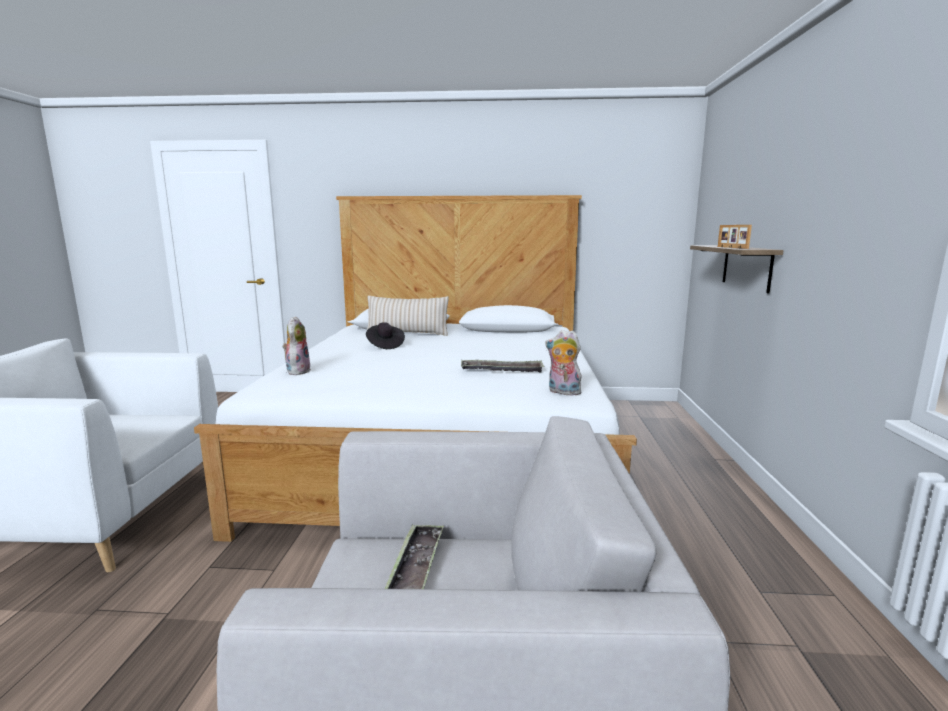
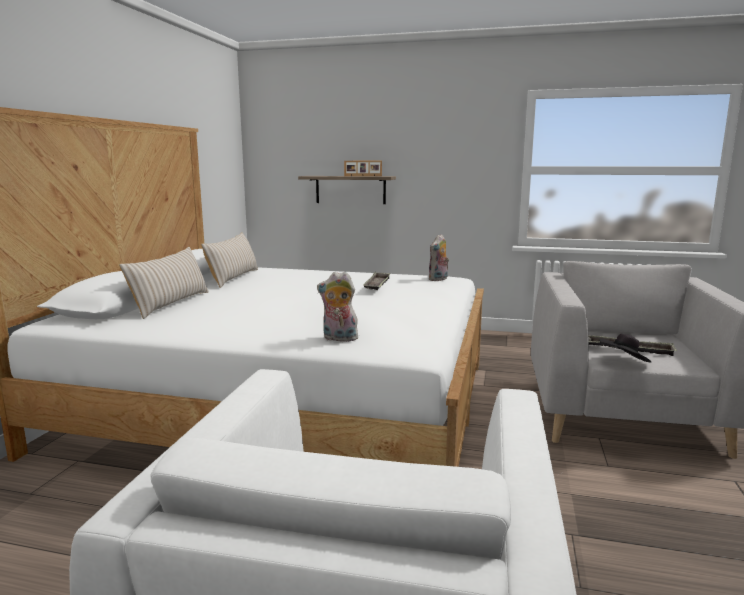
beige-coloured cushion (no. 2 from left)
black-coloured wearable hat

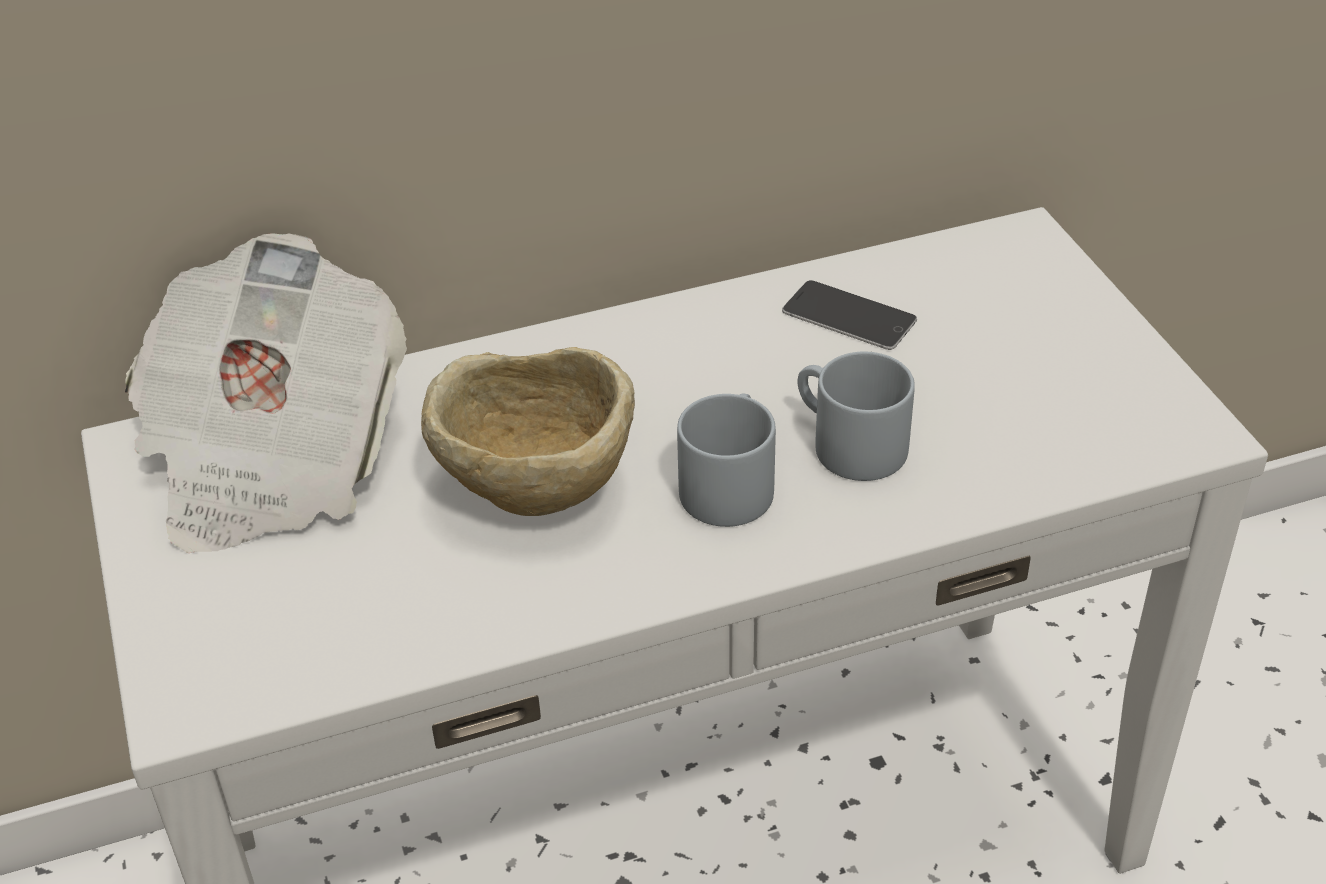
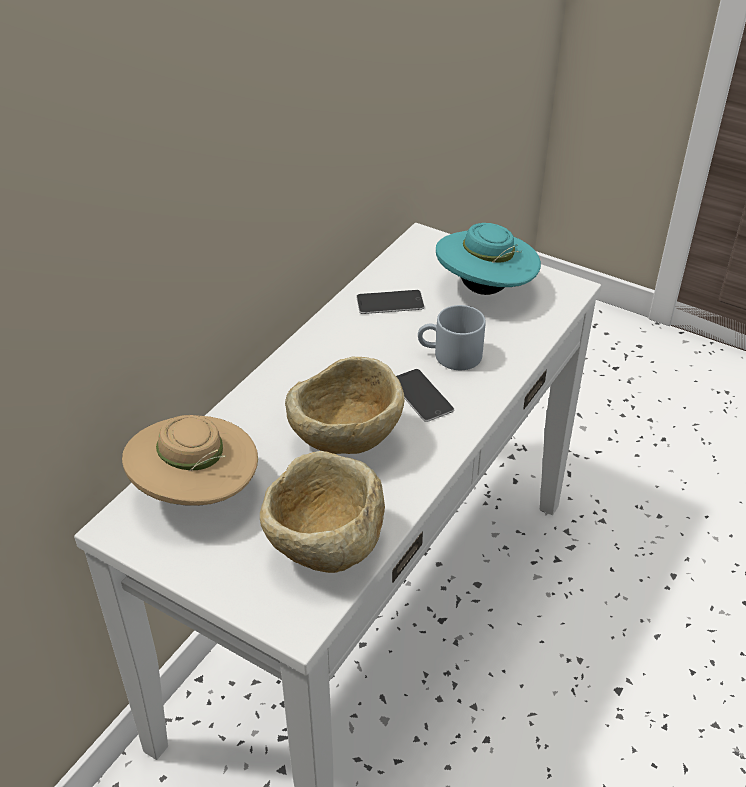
beige-coloured serving bowl (no. 1 from left)
turquoise wearable hat
beige-coloured wearable hat
phone (no. 2 from left)

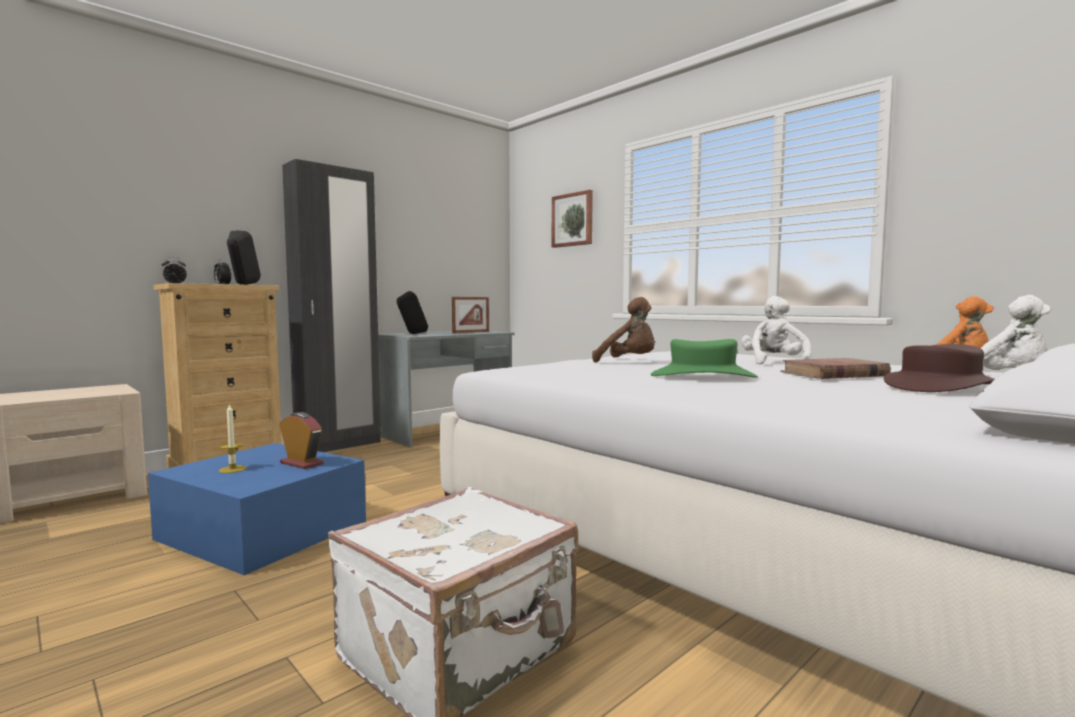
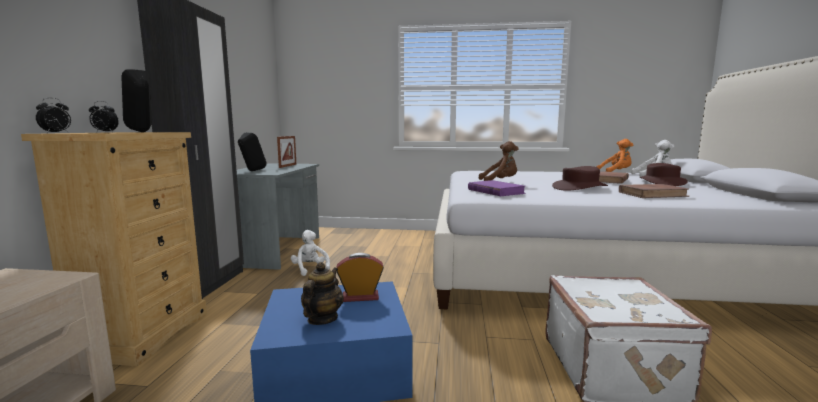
picture
purplish book
brownish book (no. 2 from left)
white soft toy (no. 1 from left)
teapot
brownish wearable hat (no. 1 from left)

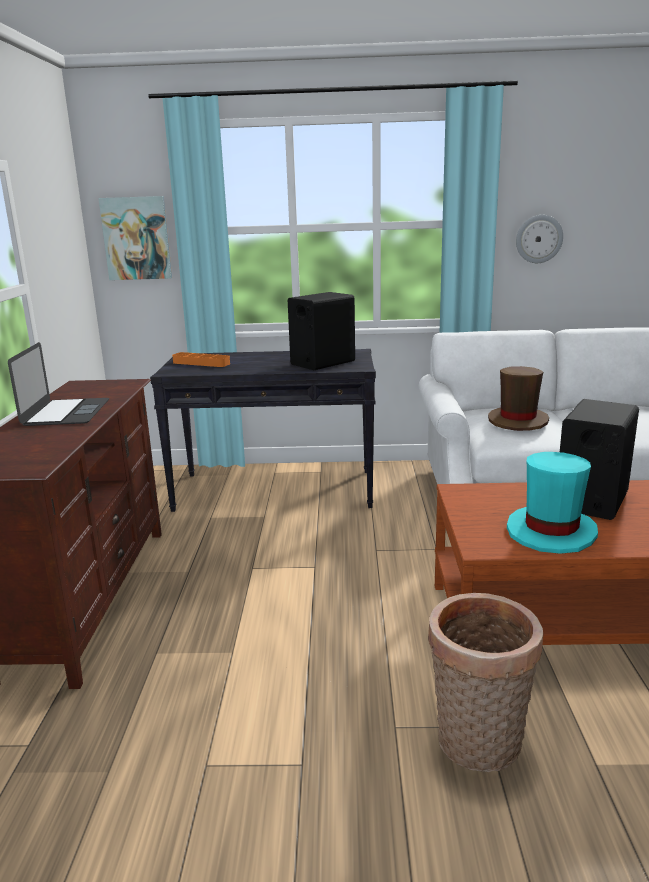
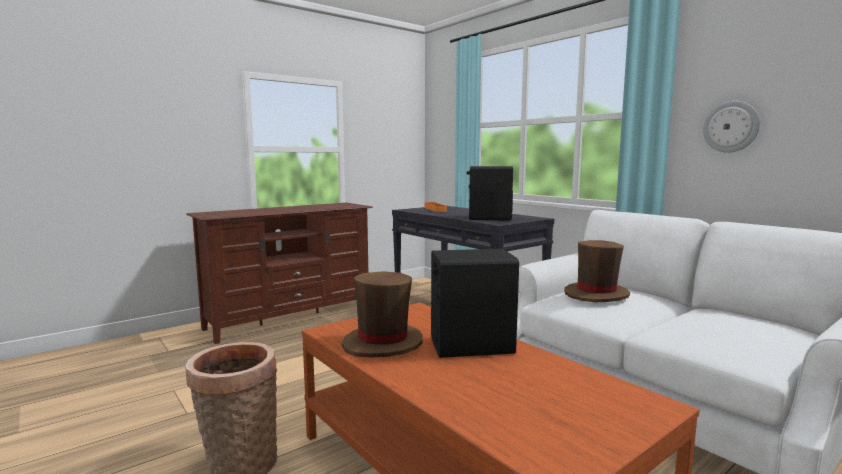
portable computer
picture
brownish wearable hat (no. 1 from left)

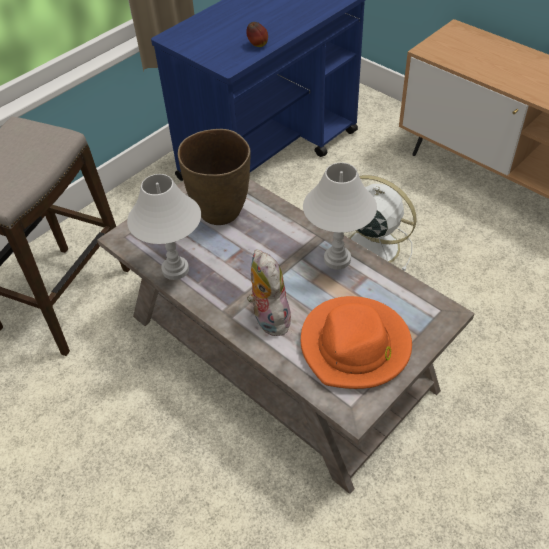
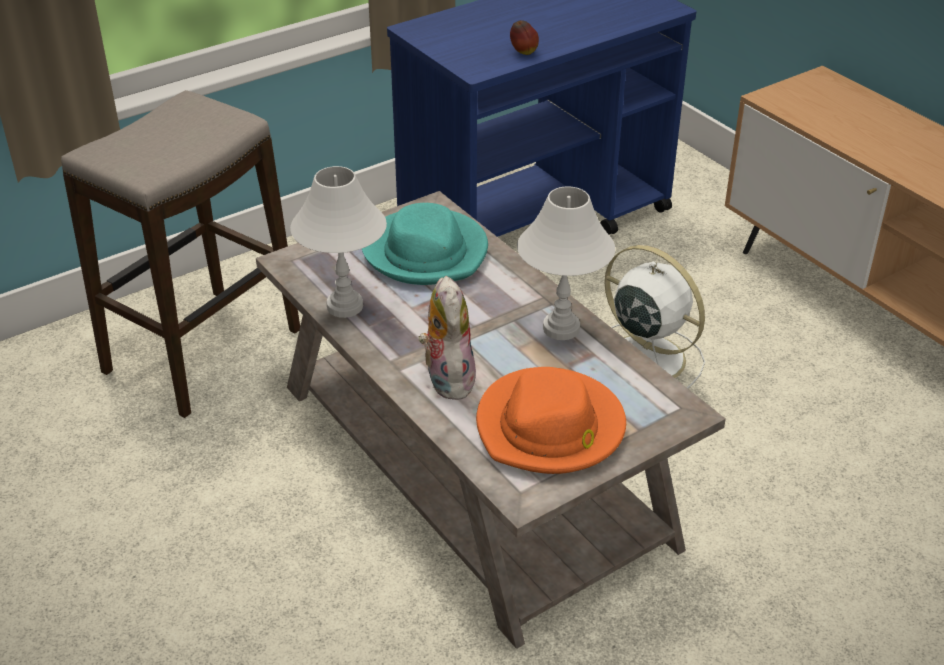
turquoise wearable hat

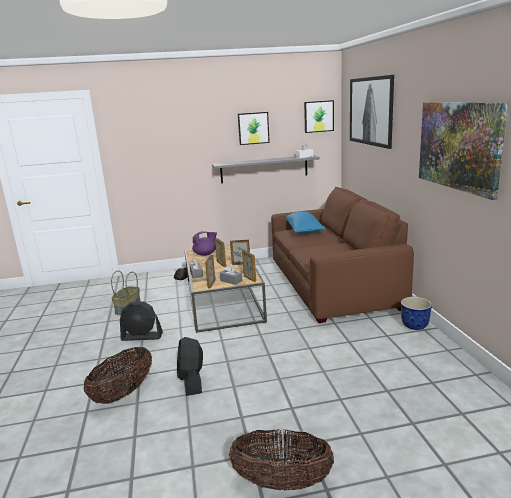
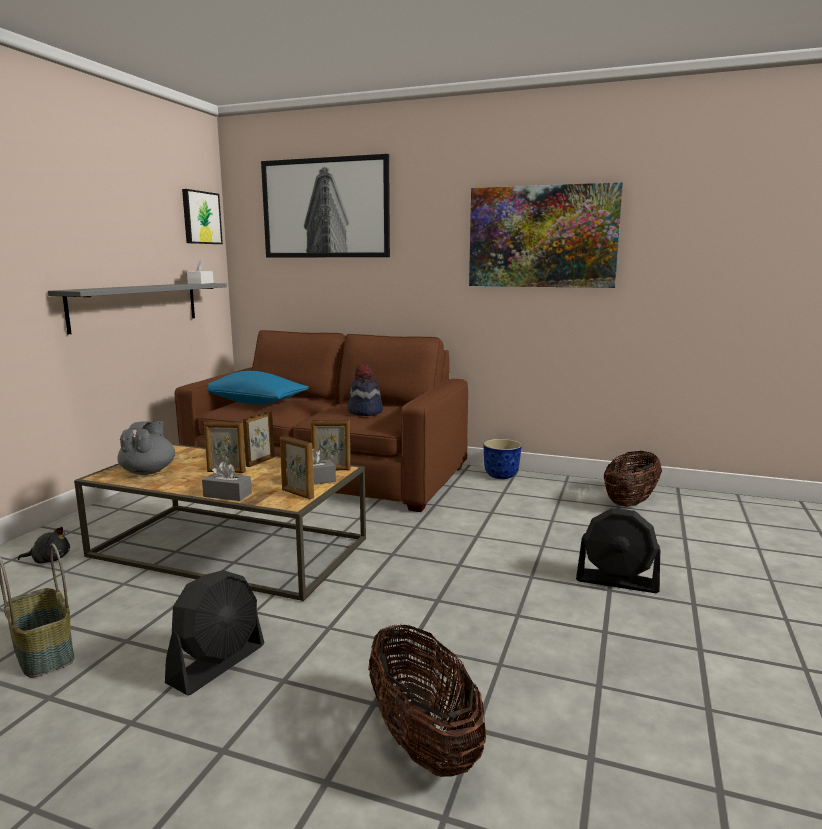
picture (no. 1 from left in the first image)
wearable hat
black-coloured cooling fan (no. 2 from left)
storage basket (no. 3 from left)
gray teapot

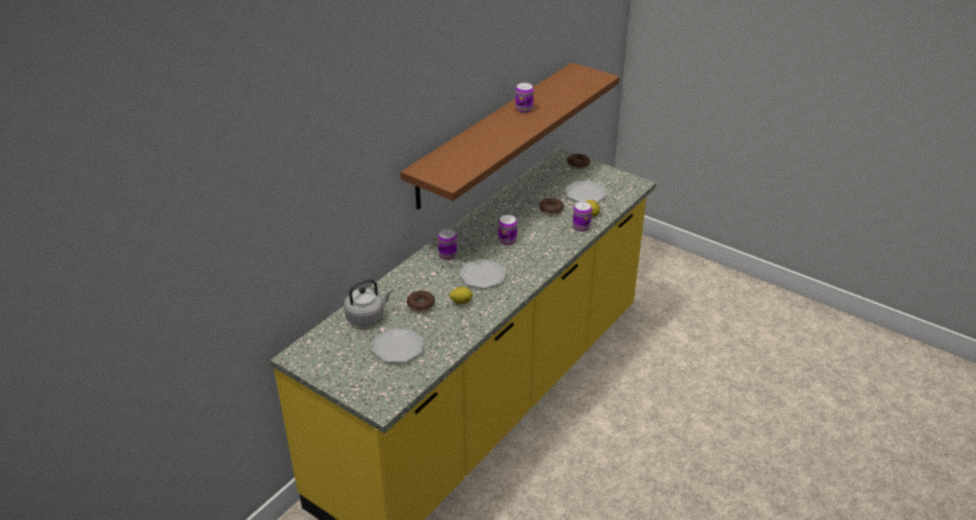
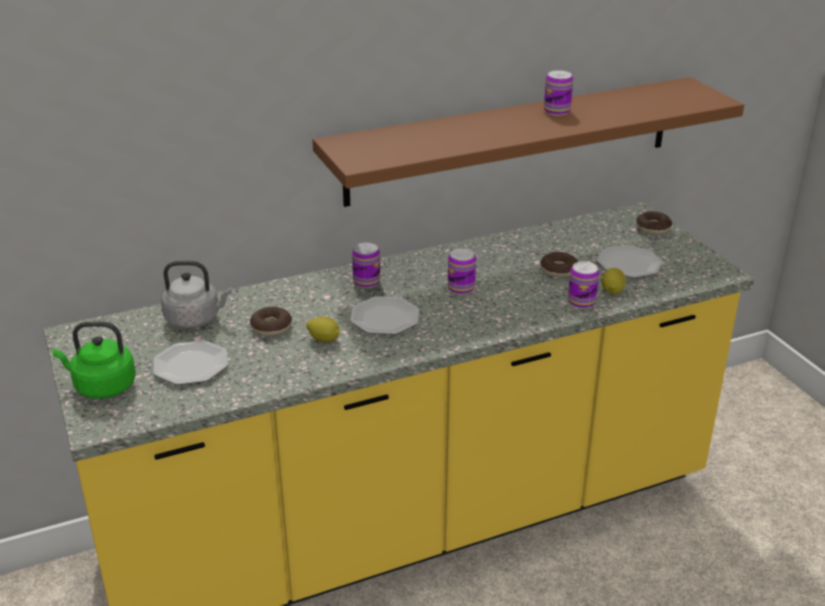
green kettle

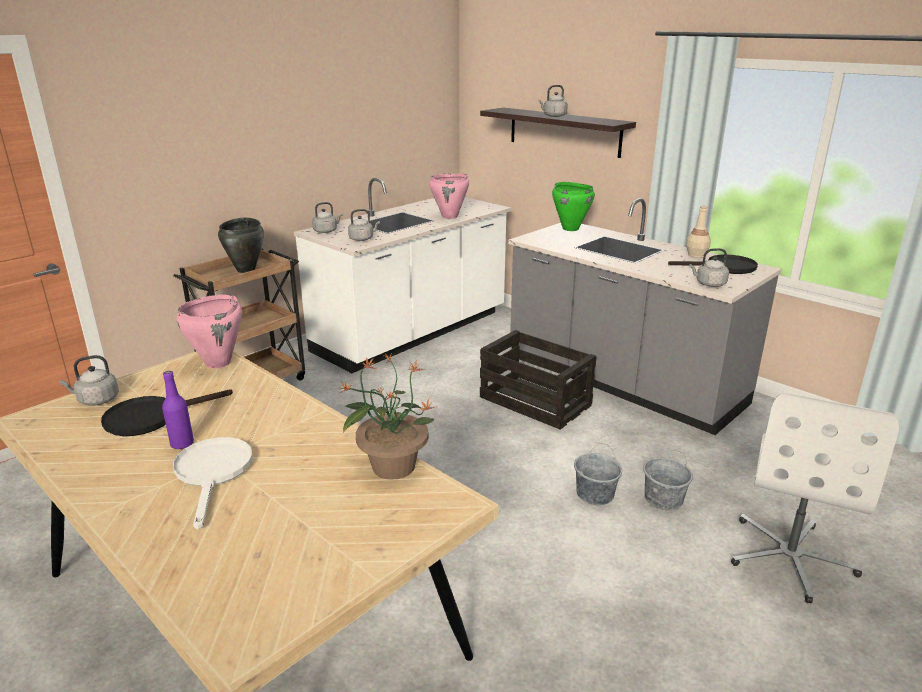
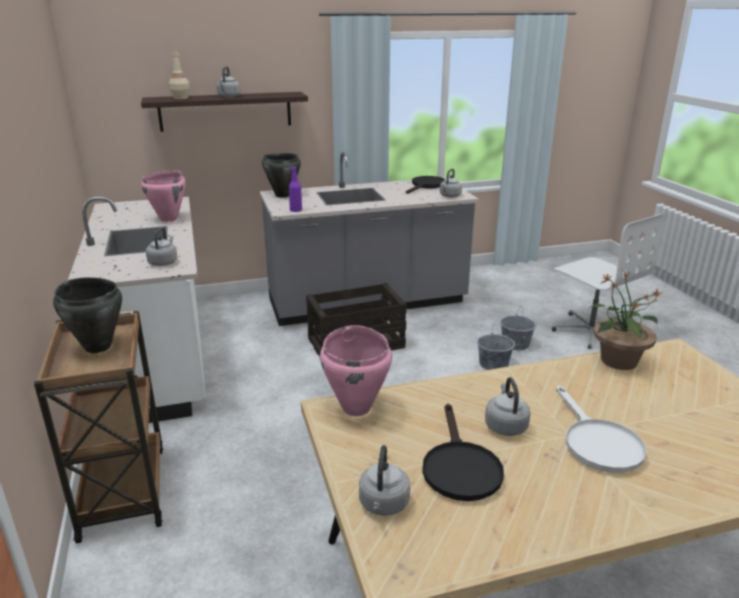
purplish bottle
gray kettle (no. 5 from left)
beige-coloured bottle
black-coloured cooking pot (no. 2 from left)
white skillet

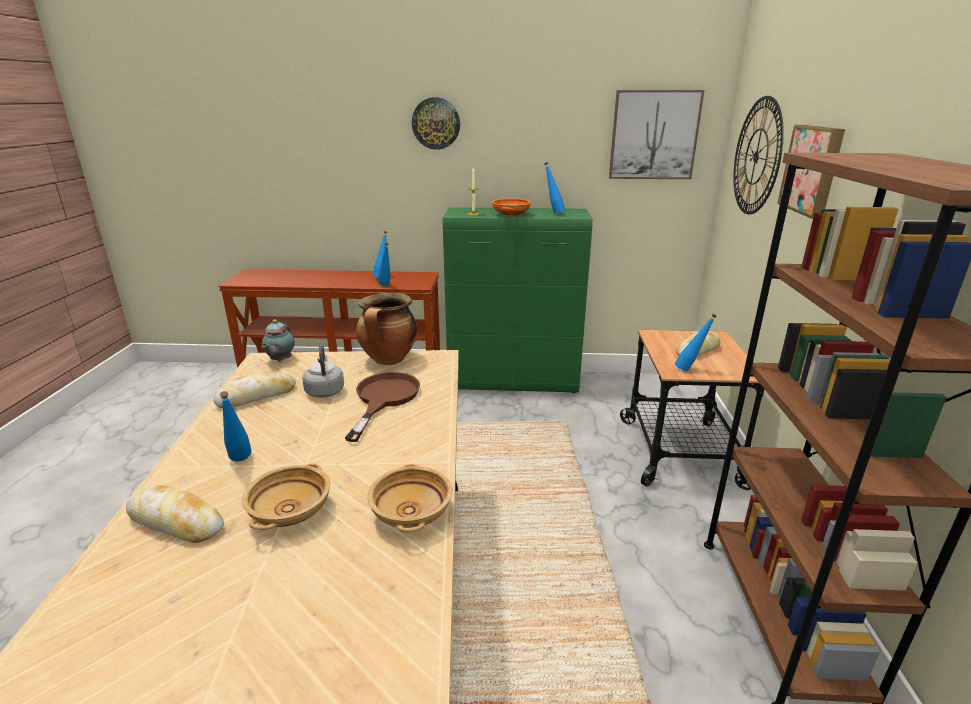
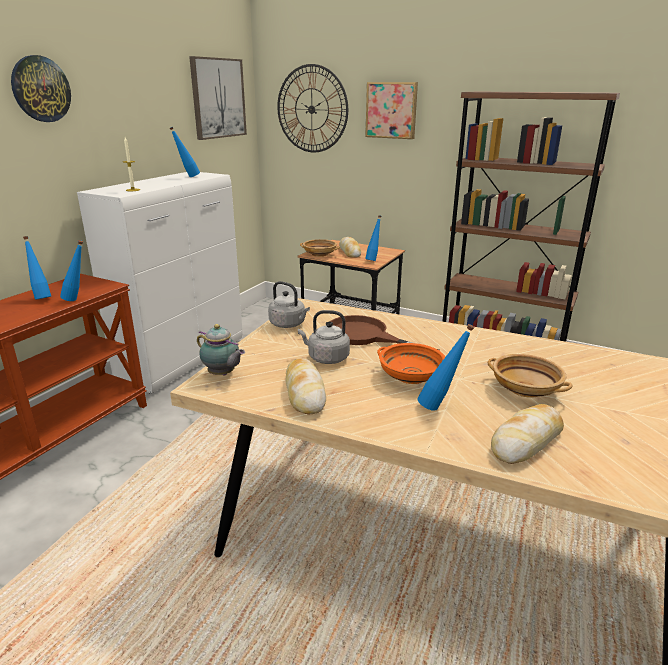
beige-coloured serving bowl (no. 1 from left)
orange serving bowl
gray kettle (no. 1 from left)
white storage cabinet

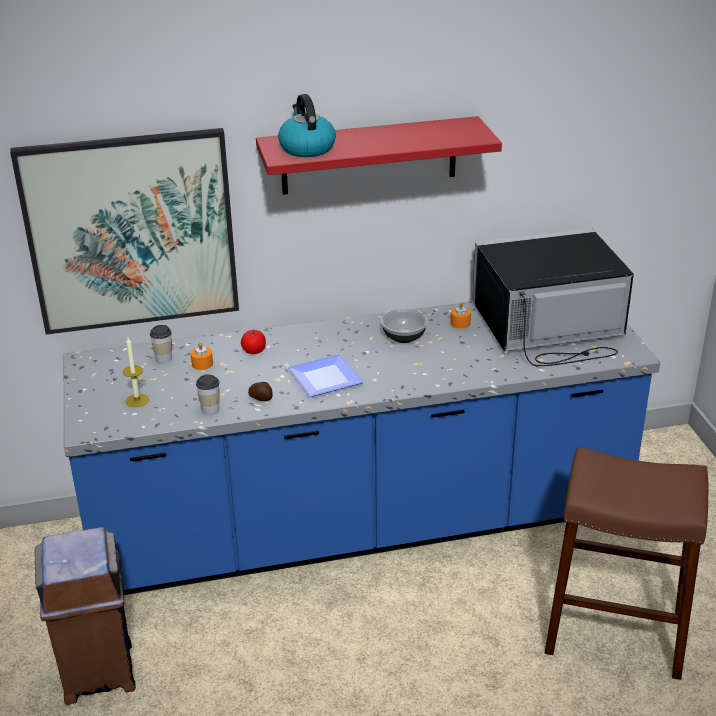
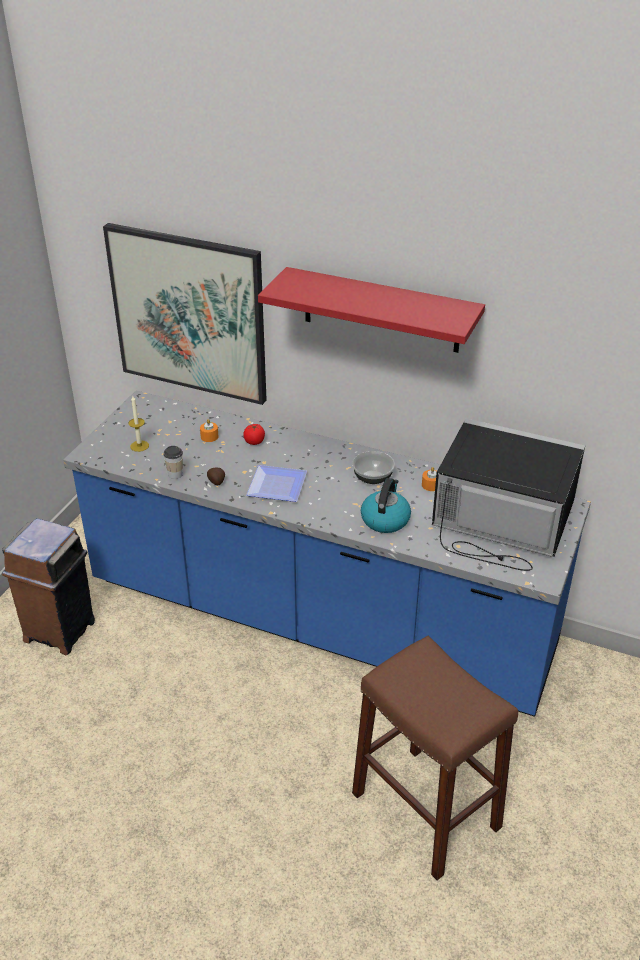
small cup (no. 1 from left in the first image)
kettle

